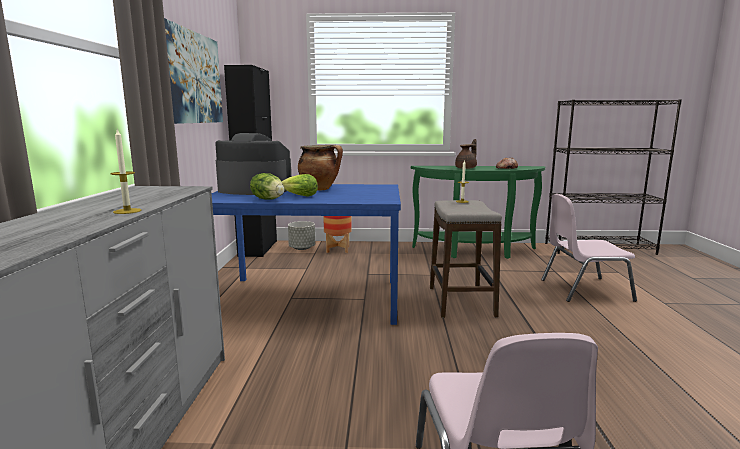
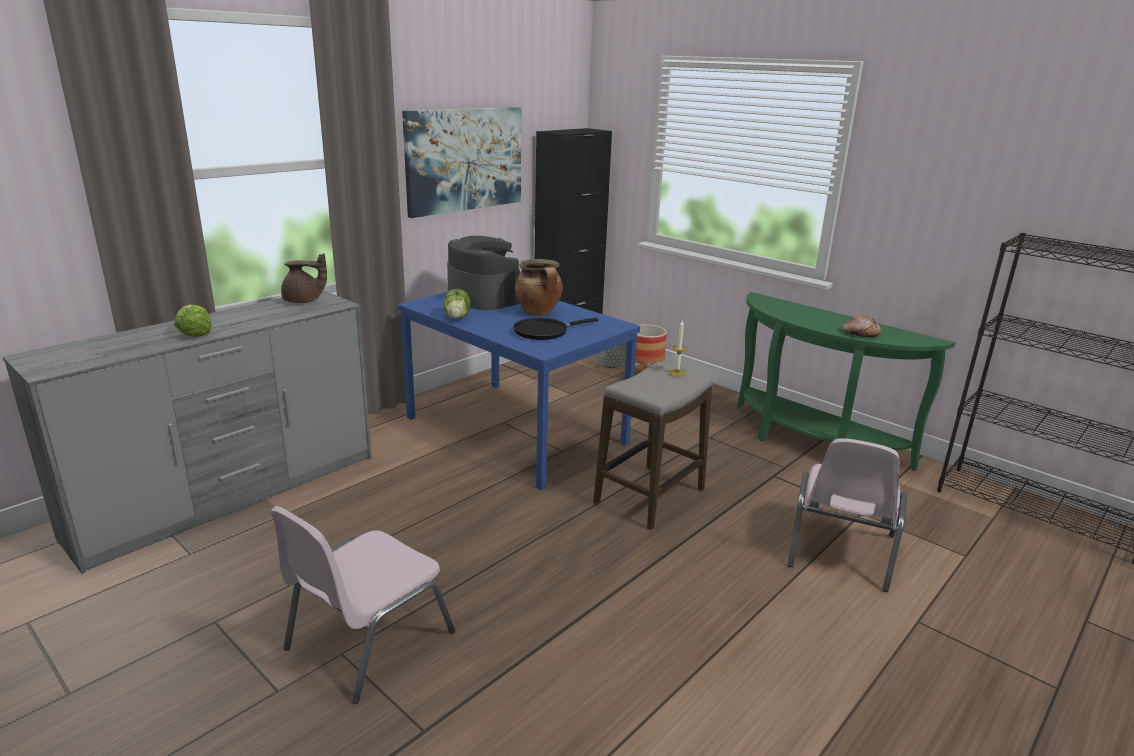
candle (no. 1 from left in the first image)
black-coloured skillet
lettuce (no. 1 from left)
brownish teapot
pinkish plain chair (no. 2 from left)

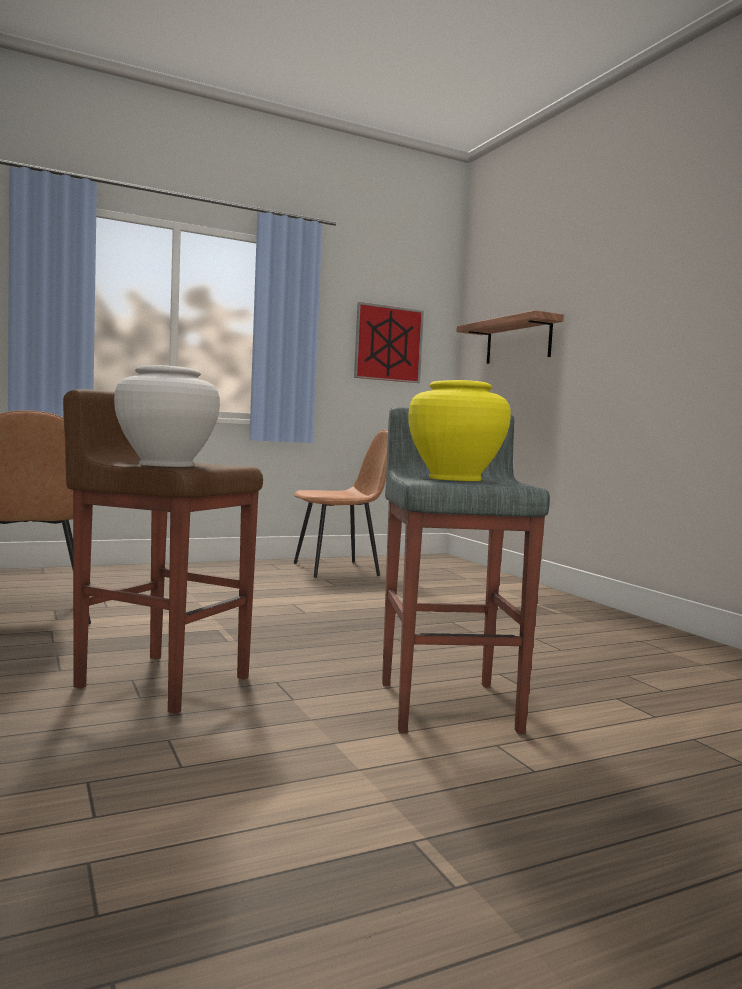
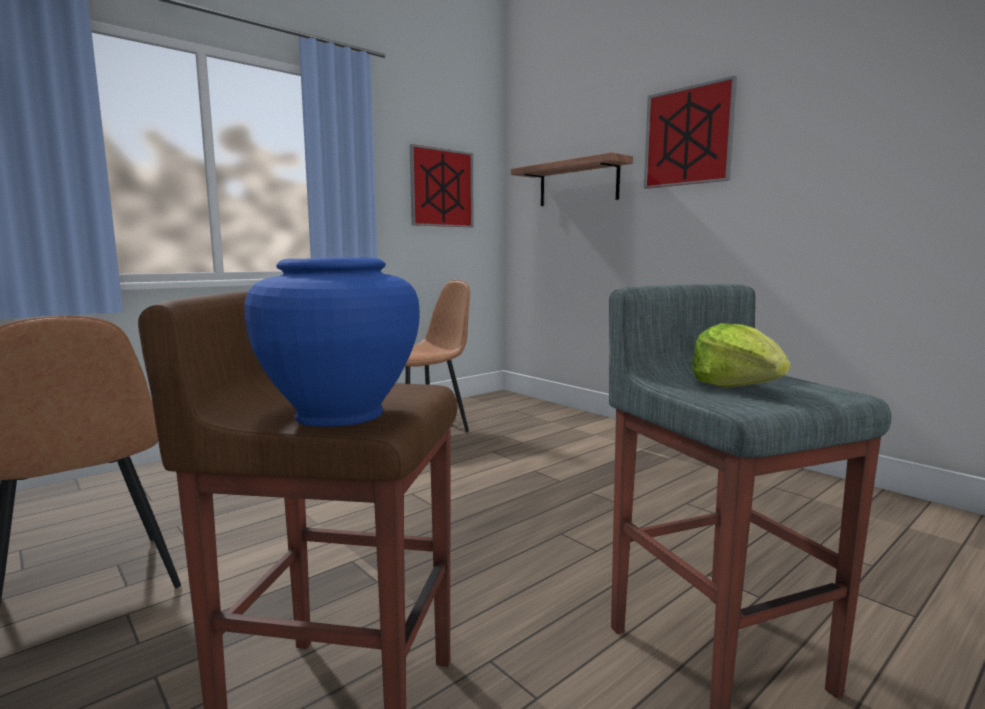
picture (no. 2 from left)
lettuce
blue decorative vase

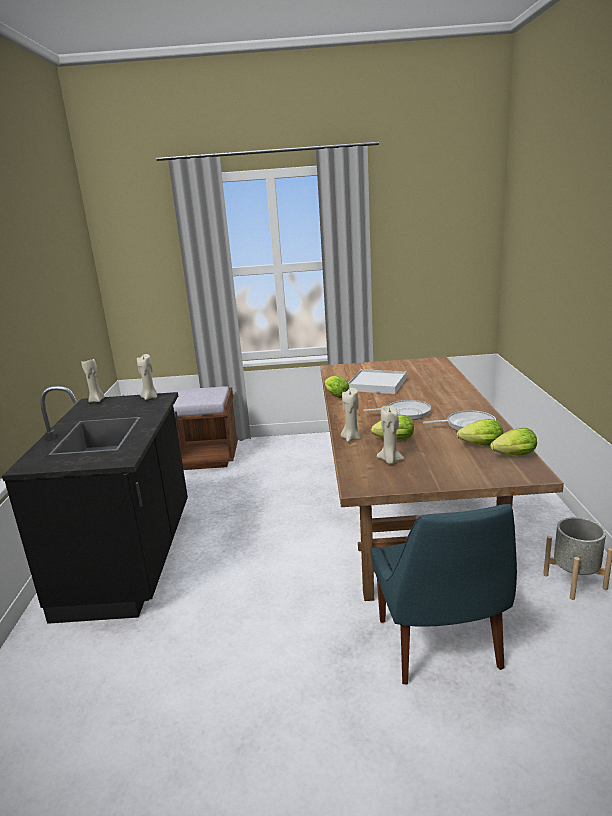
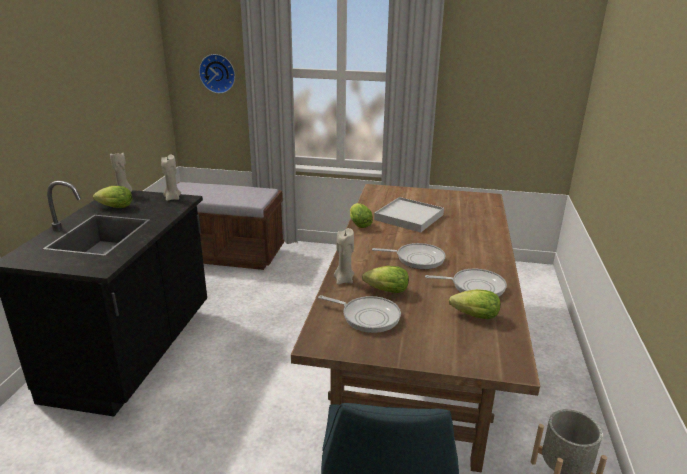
hanging clock
lettuce (no. 1 from left)
skillet (no. 1 from left)

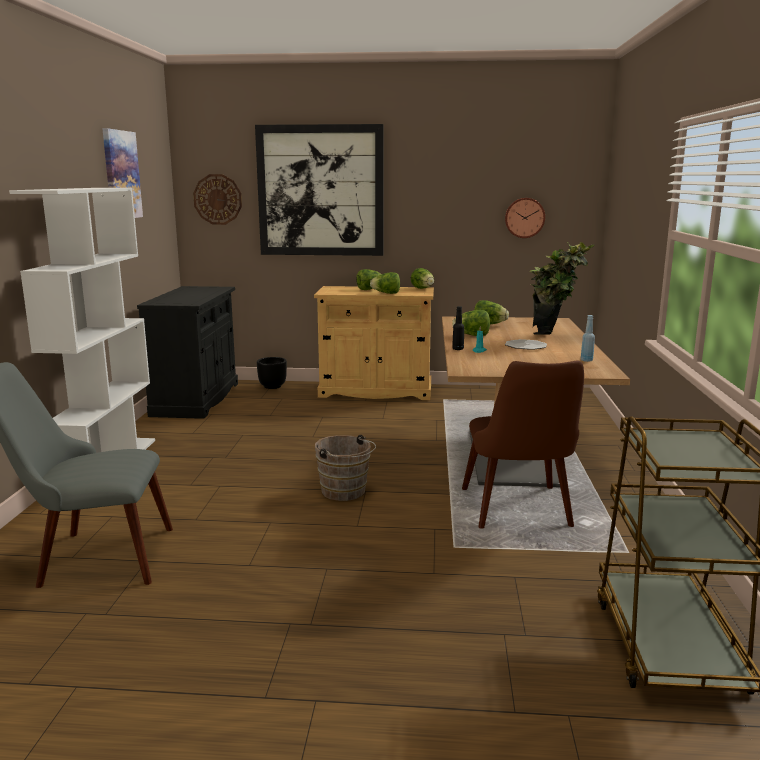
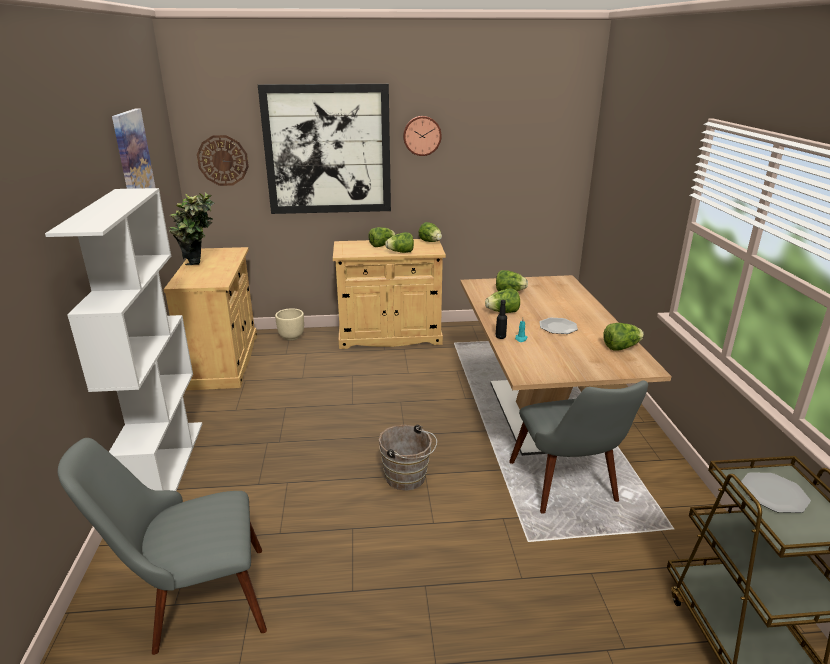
flat dish (no. 2 from left)
hanging clock (no. 2 from left)
plant in a pot
lettuce (no. 6 from left)
beige-coloured storage cabinet (no. 1 from left)
beige-coloured plant pot
gray plain chair (no. 2 from left)

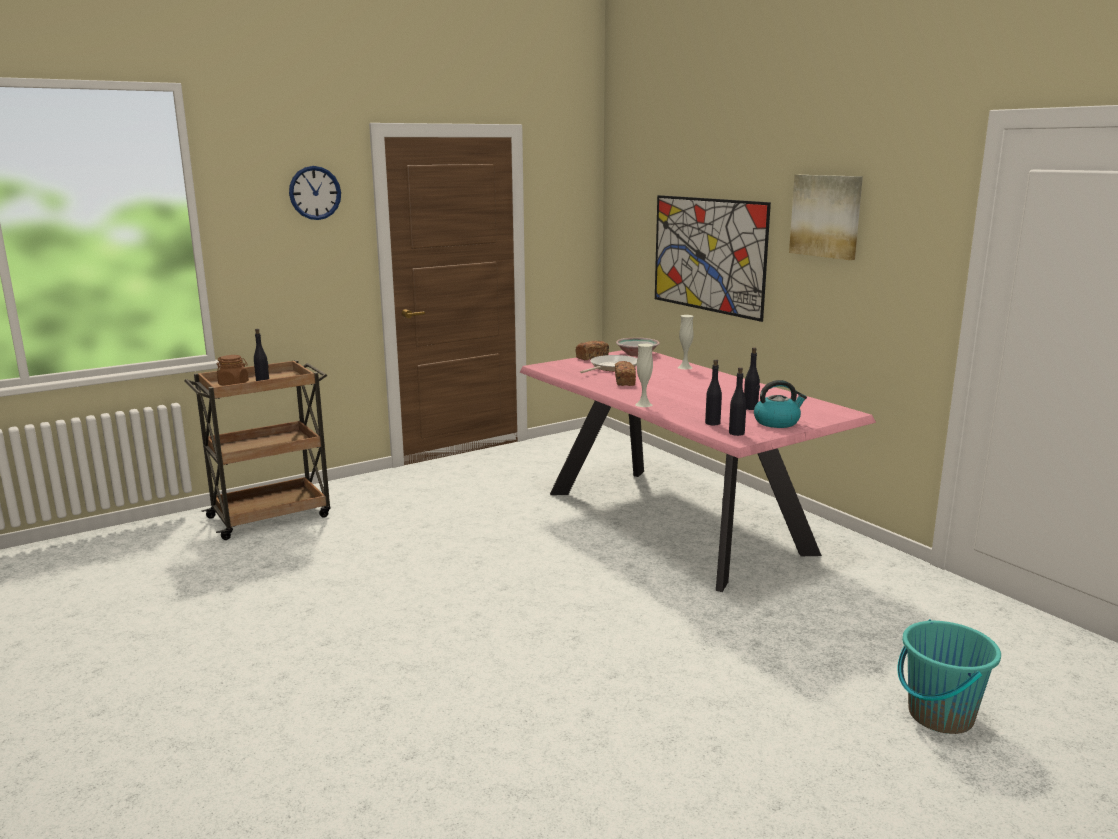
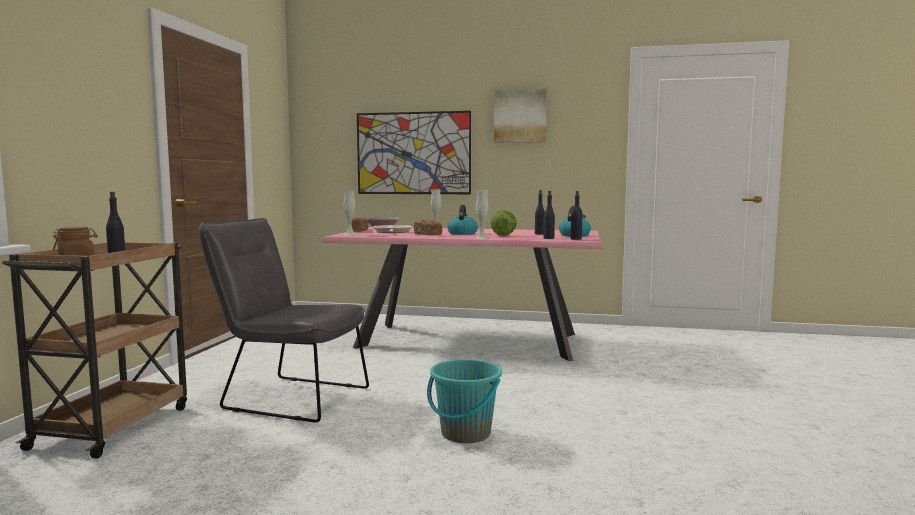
hanging clock
gray plain chair
white decorative vase (no. 1 from left)
kettle (no. 1 from left)
lettuce
turquoise bucket

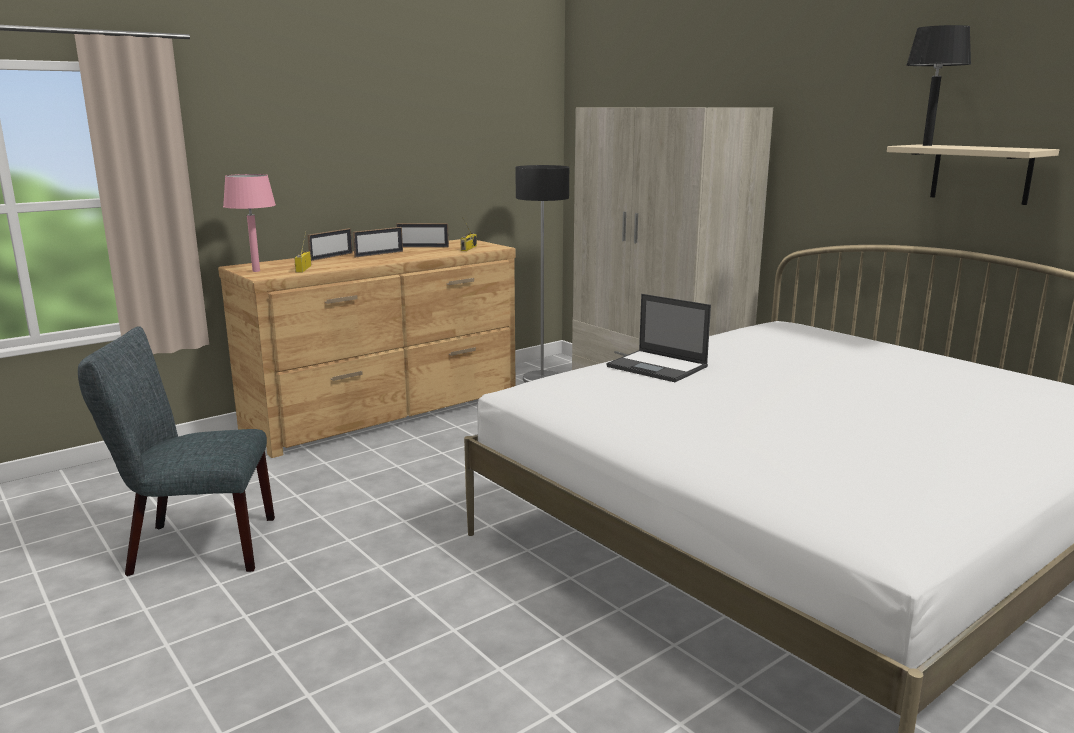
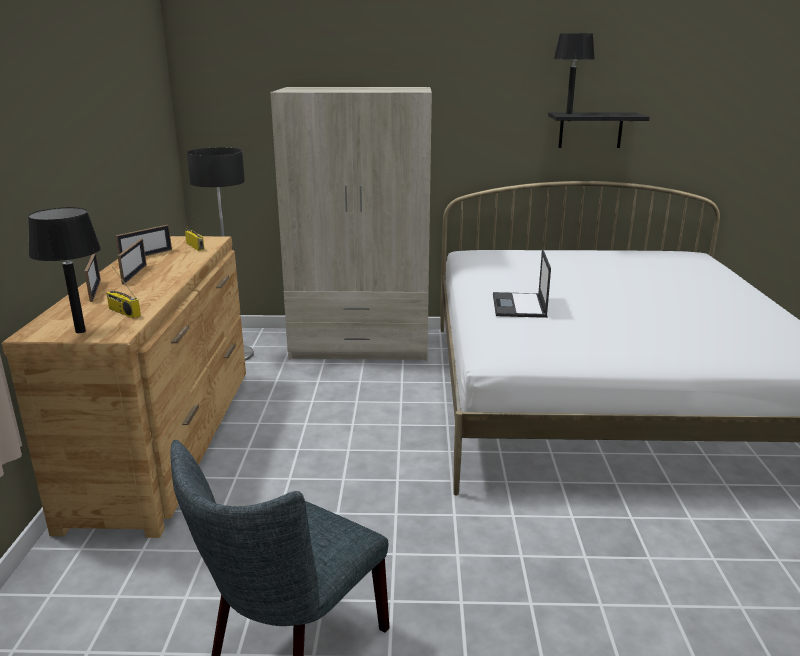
black-coloured lamp for a table (no. 1 from left)
black-coloured shelf
portable computer

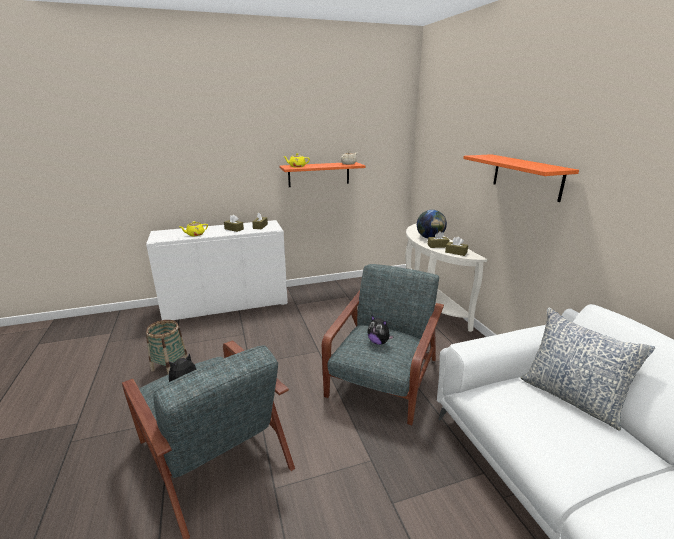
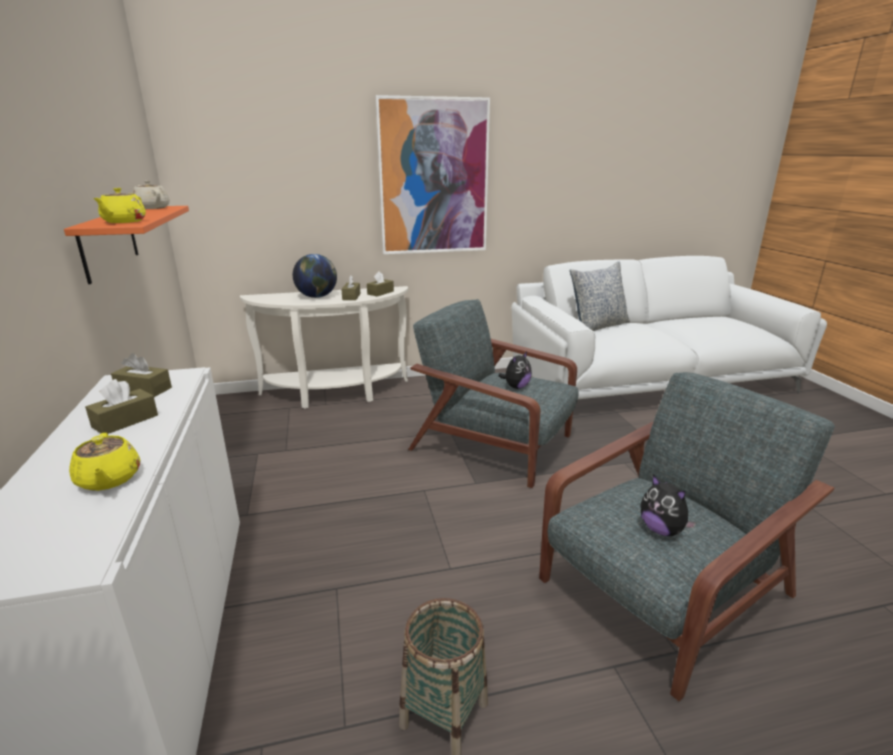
picture

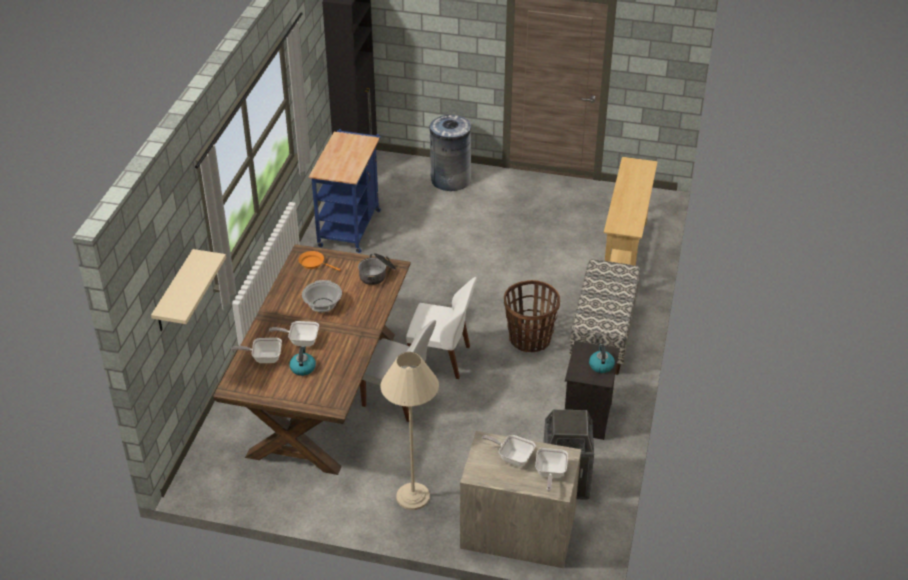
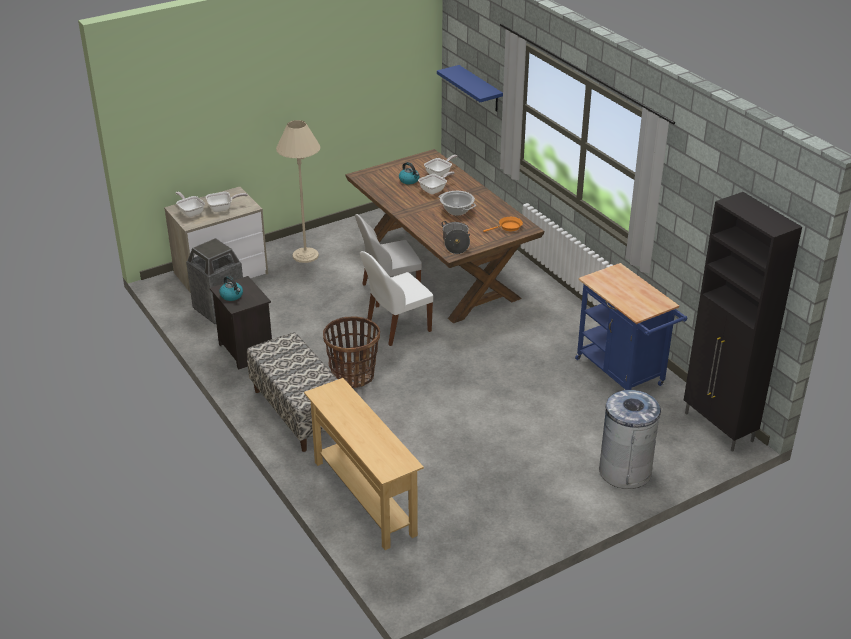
blue shelf

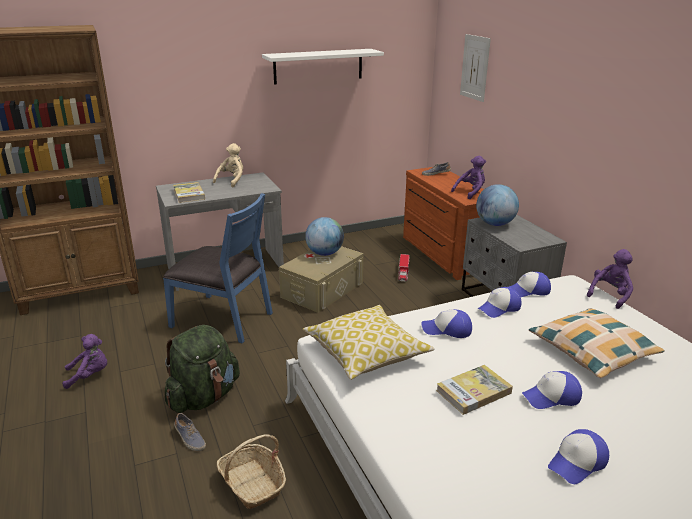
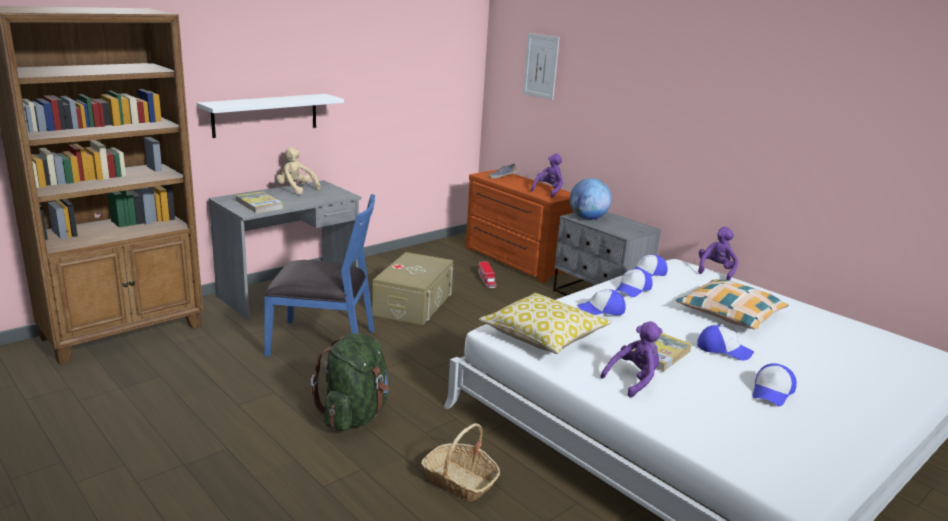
shoe (no. 1 from left in the first image)
desk globe (no. 1 from left in the first image)
purplish soft toy (no. 2 from left)
white shelf
beige-coloured soft toy
cap (no. 4 from left)

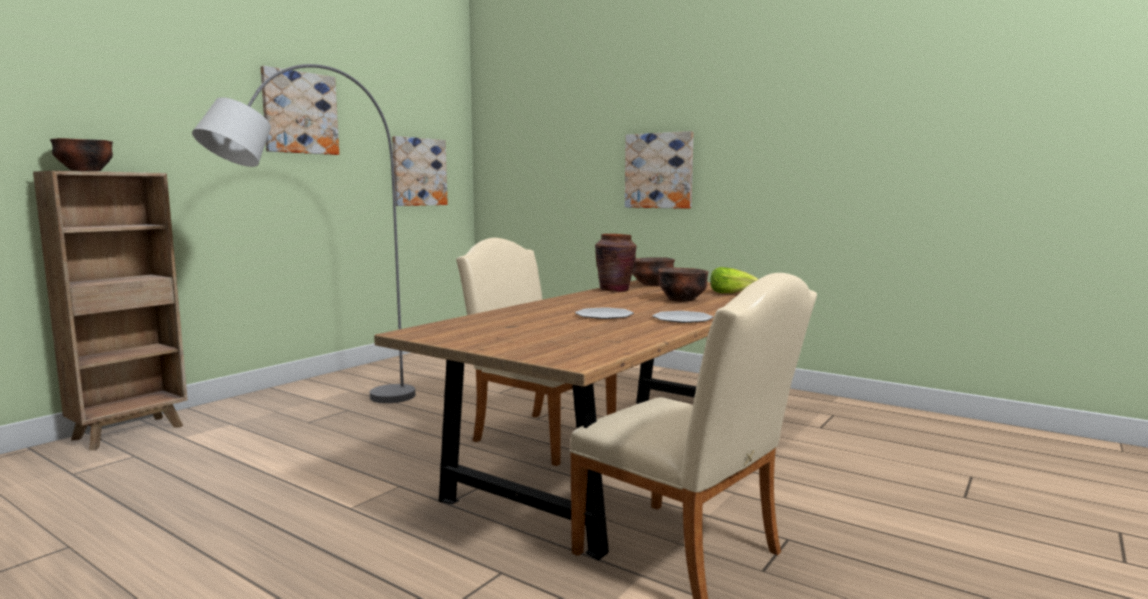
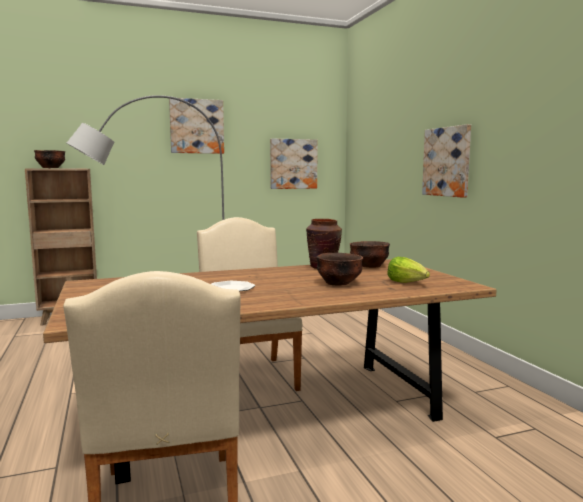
flat dish (no. 2 from left in the first image)

